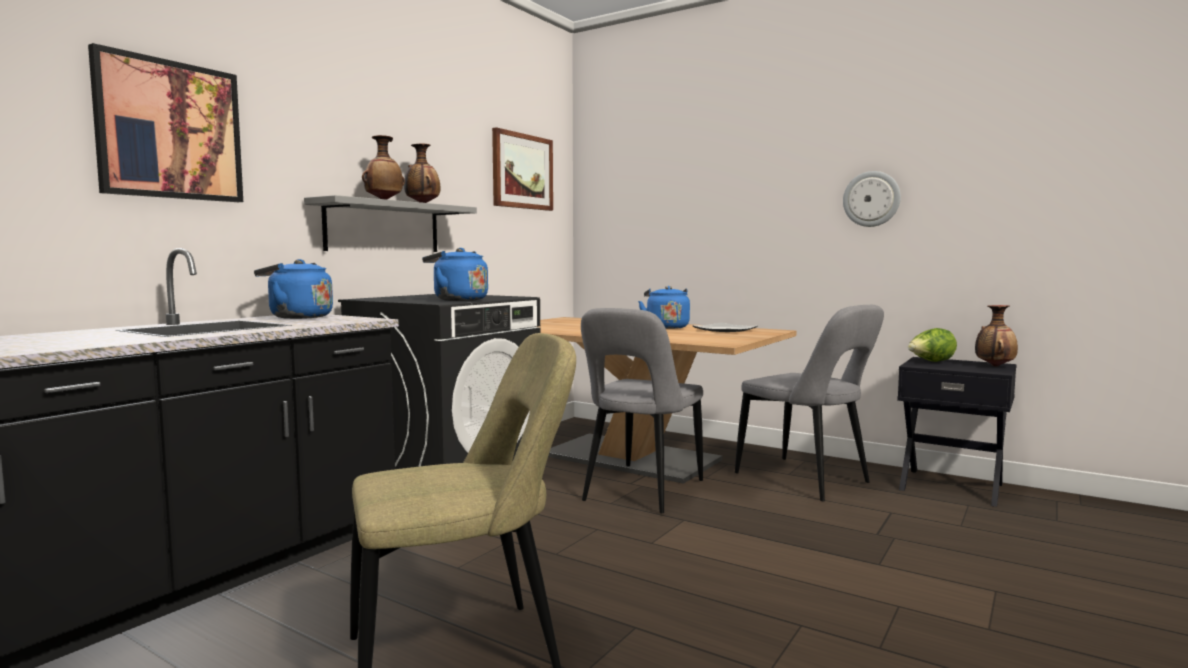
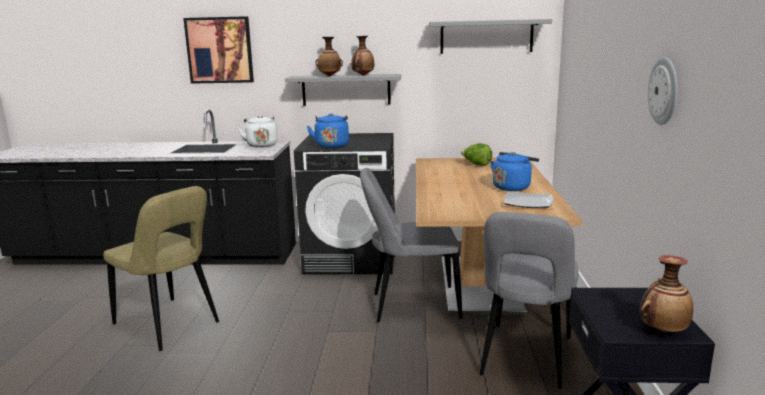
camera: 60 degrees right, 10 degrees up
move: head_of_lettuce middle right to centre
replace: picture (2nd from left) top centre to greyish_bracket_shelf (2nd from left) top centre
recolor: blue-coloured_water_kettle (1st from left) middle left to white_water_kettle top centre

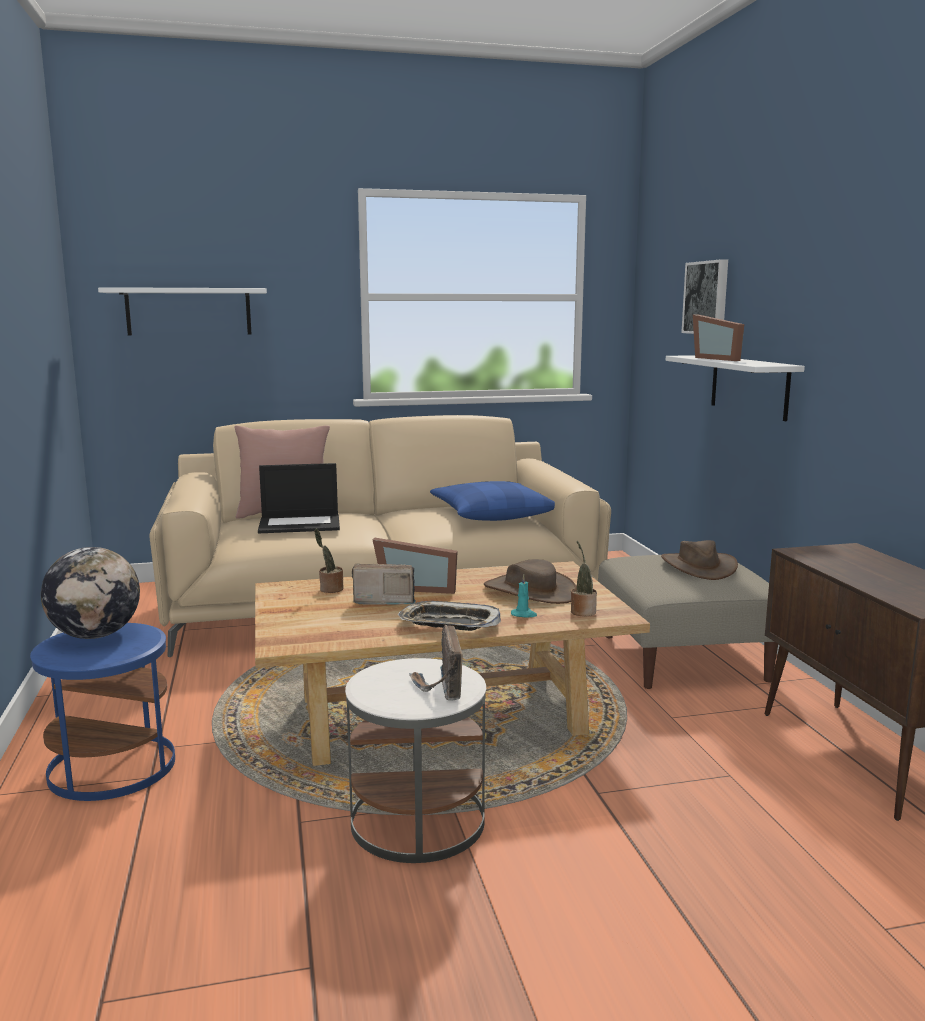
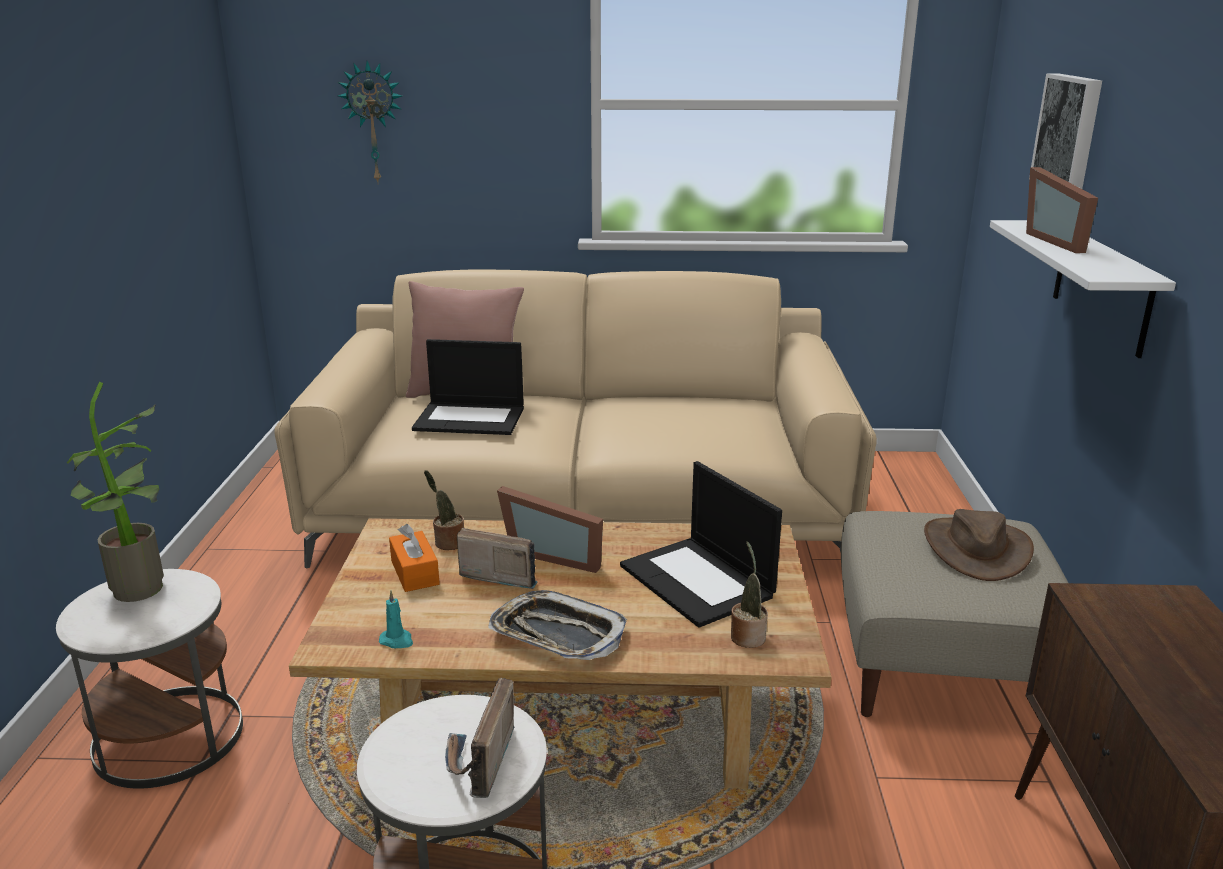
camera: 15 degrees right, 10 degrees up
delete: blue-coloured_pillow centre
insert: orange_box_of_tissues centre
move: blue-green_wax_light centre to bottom left
replace: globe middle left to plant_in_a_pot (1st from left) middle left; white_bracket_shelf (1st from left) top left to clock_on_the_wall top left; brown_hat (1st from left) centre to portable_computer (2nd from left) centre
recolor: blue-coloured_end_table bottom left to white_end_table (1st from left) bottom left

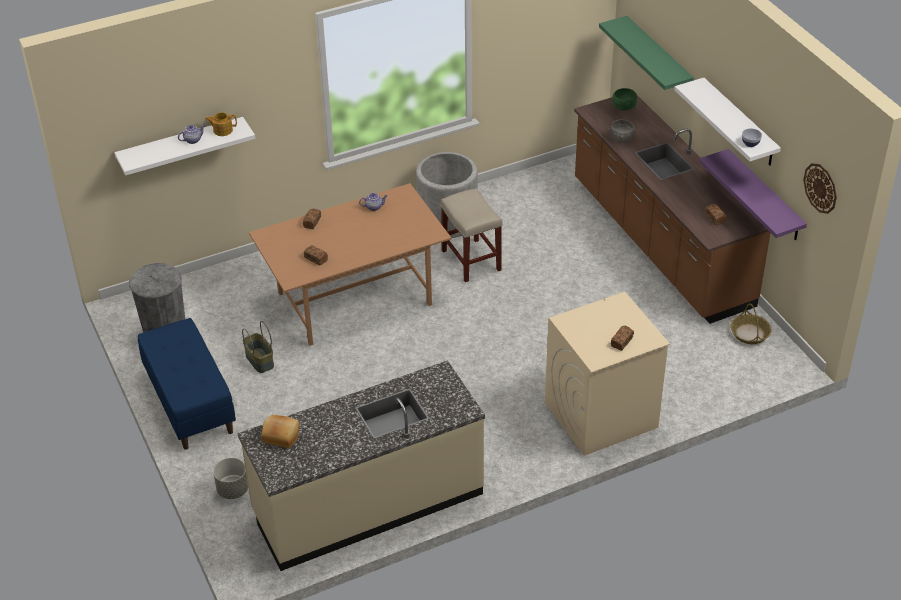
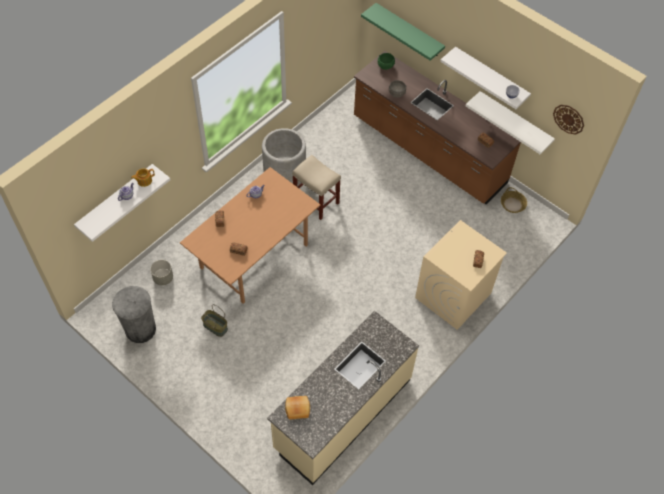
camera: 25 degrees left, 15 degrees up
delete: blue-coloured_long_seat middle left
move: greyish_flower_pot (1st from left) bottom left to middle left
recolor: purple_bracket_shelf top right to white_bracket_shelf (3rd from left) top right

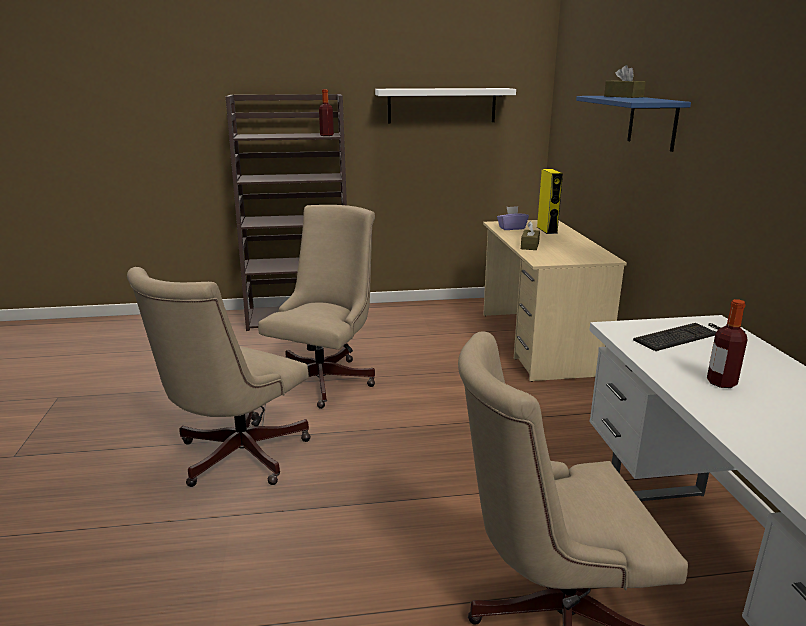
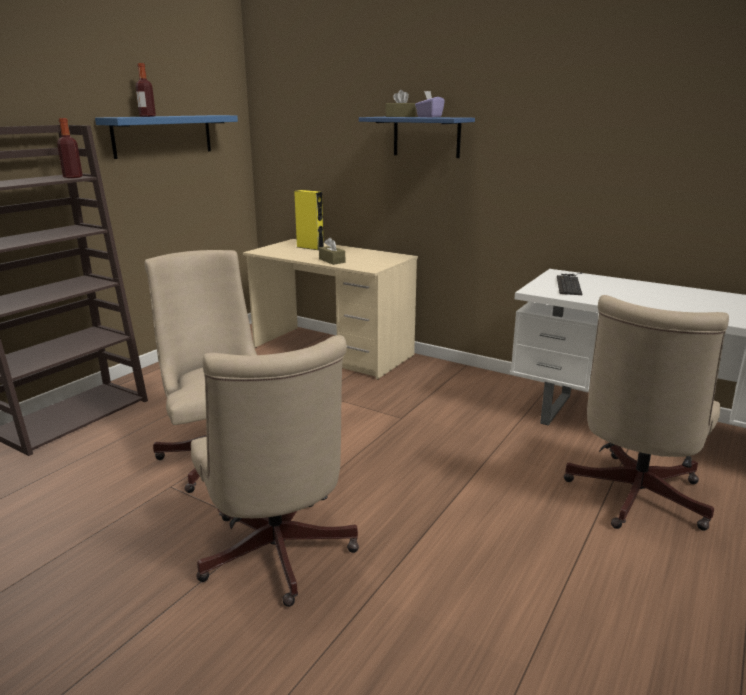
camera: 50 degrees left, 0 degrees up
move: purple_box_of_tissues centre to top centre; beverage_bottle (2nd from left) middle right to top left
recolor: white_bracket_shelf top centre to blue-coloured_bracket_shelf (1st from left) top left

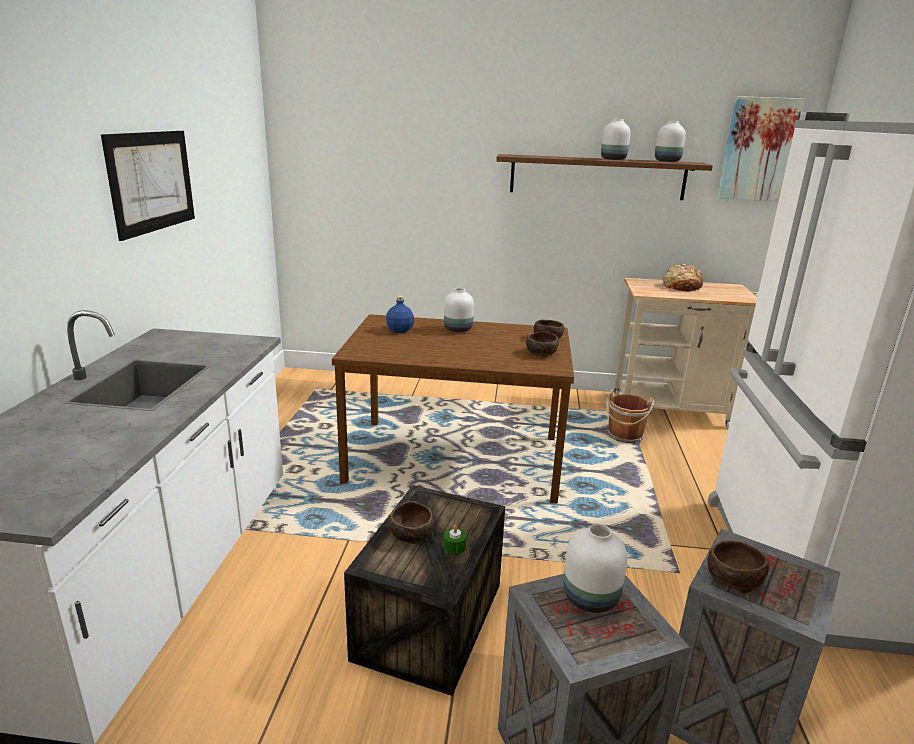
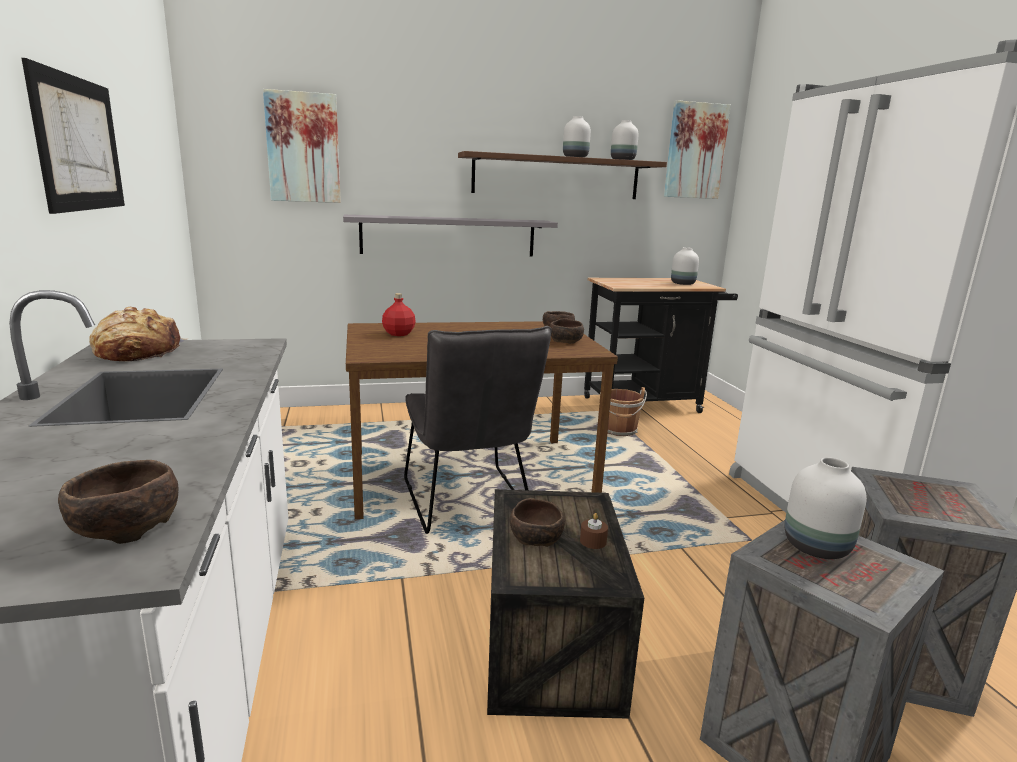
camera: 20 degrees left, 5 degrees down
insert: picture (2nd from left) top left; greyish_bracket_shelf top centre; greyish_plain_chair centre
move: white_decorative_vase (1st from left in the first image) centre to white_decorative_vase (3rd from left) middle right; bread middle right to middle left; brown_deep_dish (4th from left in the first image) bottom right to brown_deep_dish (1st from left) middle left
recolor: blue-coloured_beverage_bottle centre to red-coloured_beverage_bottle centre; greenish_wax_light bottom centre to brown_wax_light bottom centre; sand-coloured_trolley middle right to black_trolley centre

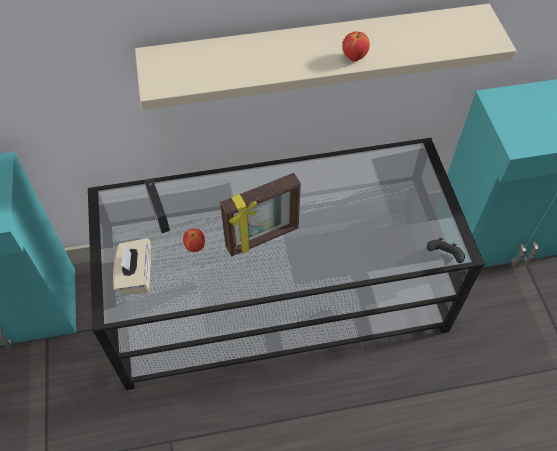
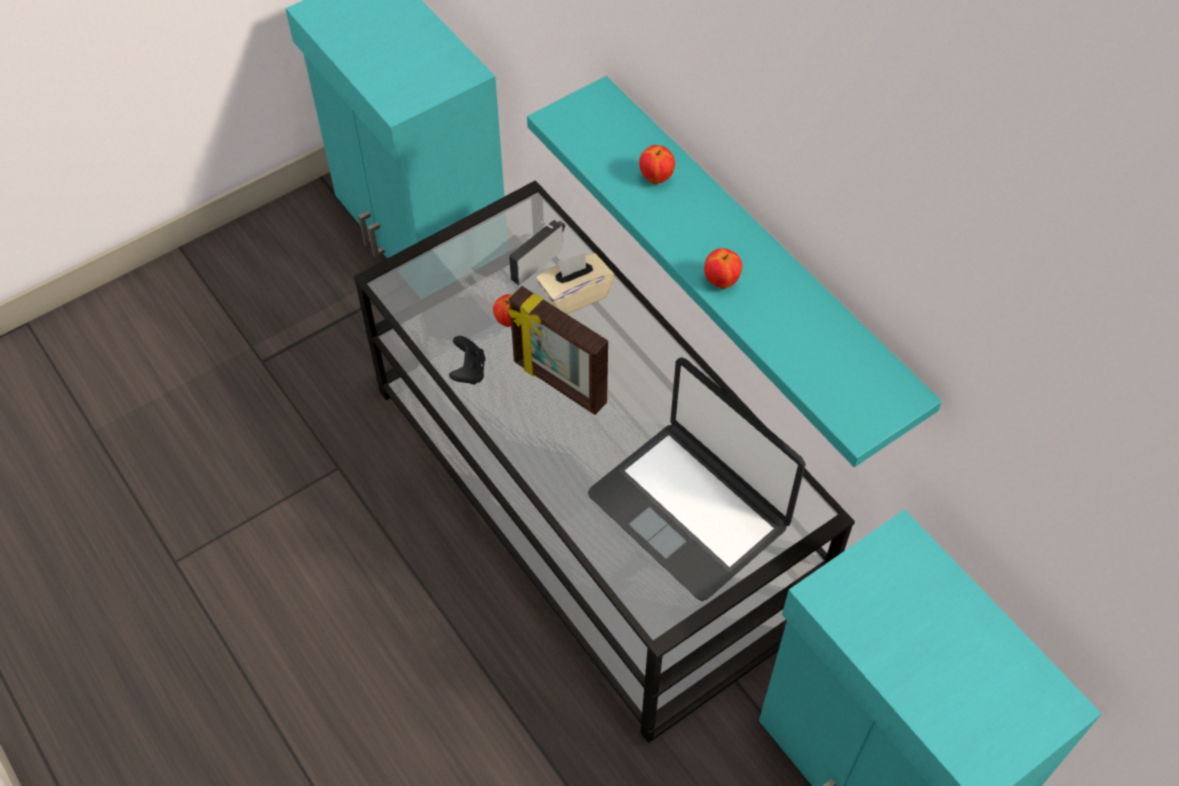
camera: 65 degrees right, 0 degrees up
insert: portable_computer centre; apple_fruit (2nd from left) top centre
move: sand-coloured_box_of_tissues middle left to centre; black_game_controller middle right to centre
recolor: sand-coloured_bracket_shelf top centre to blue-green_bracket_shelf centre

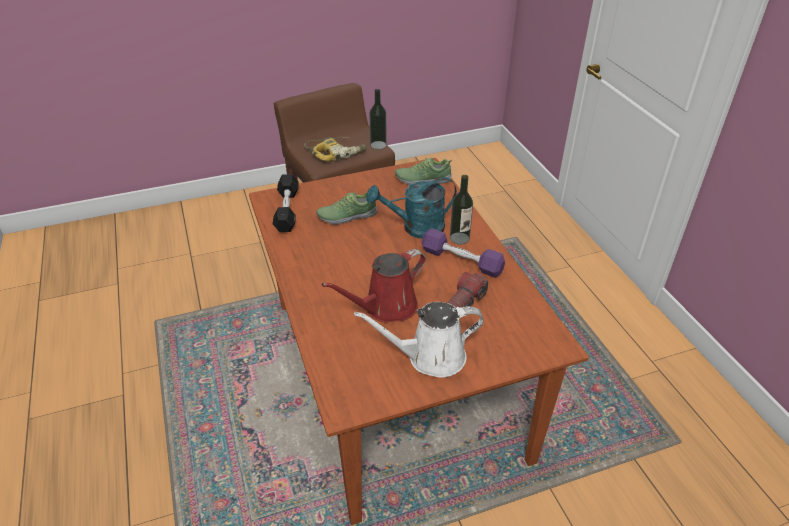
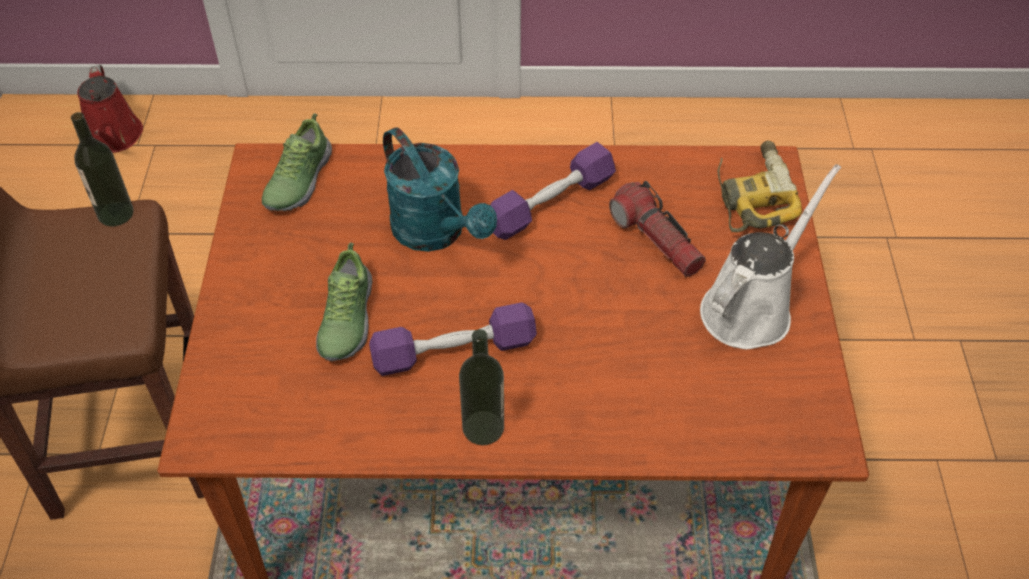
camera: 70 degrees left, 10 degrees up
delete: black_dumbbell centre
insert: purple_dumbbell (1st from left) centre
move: electric_drill top centre to top right; red-coloured_watering_pot centre to top left; beverage_bottle (2nd from left) centre to bottom centre
rotate: white_watering_pot centre = middle right 150 degrees counterclockwise; blue-green_watering_pot centre = top centre 45 degrees counterclockwise

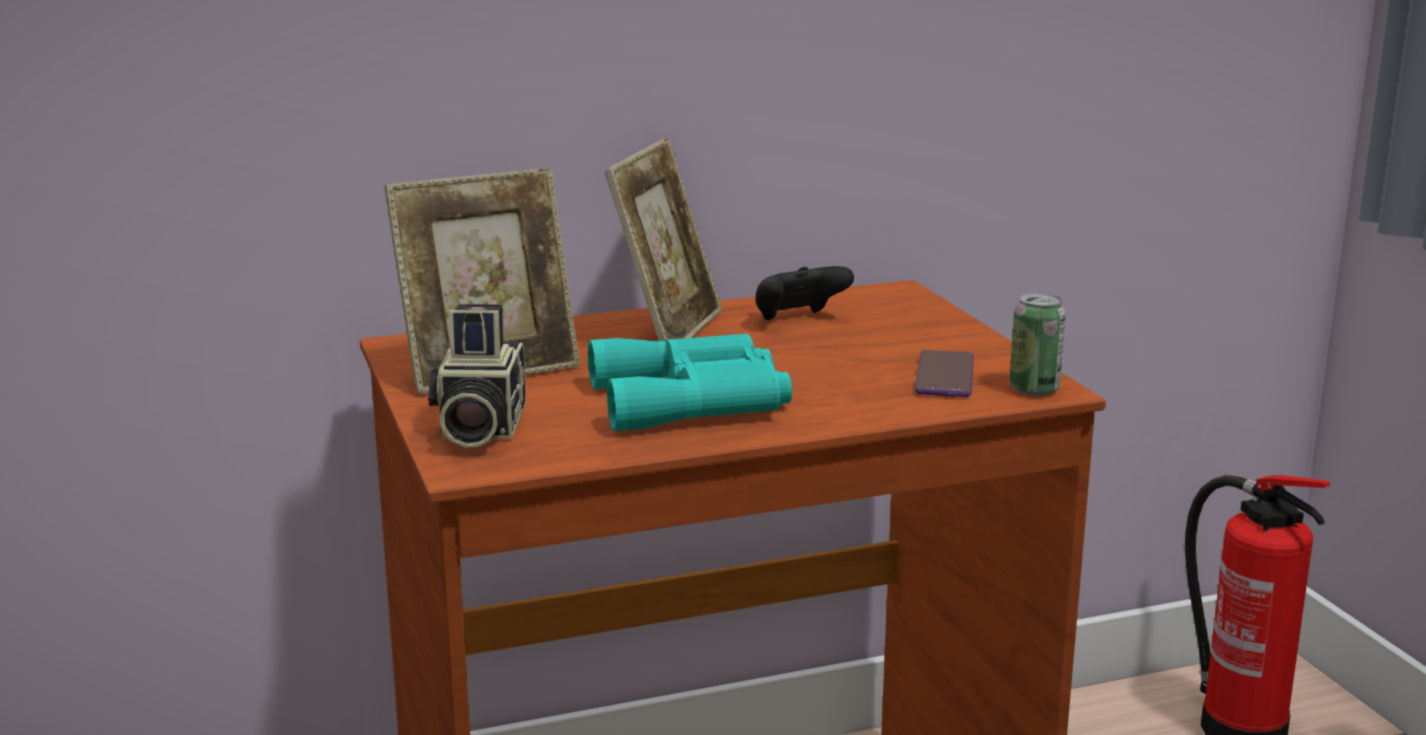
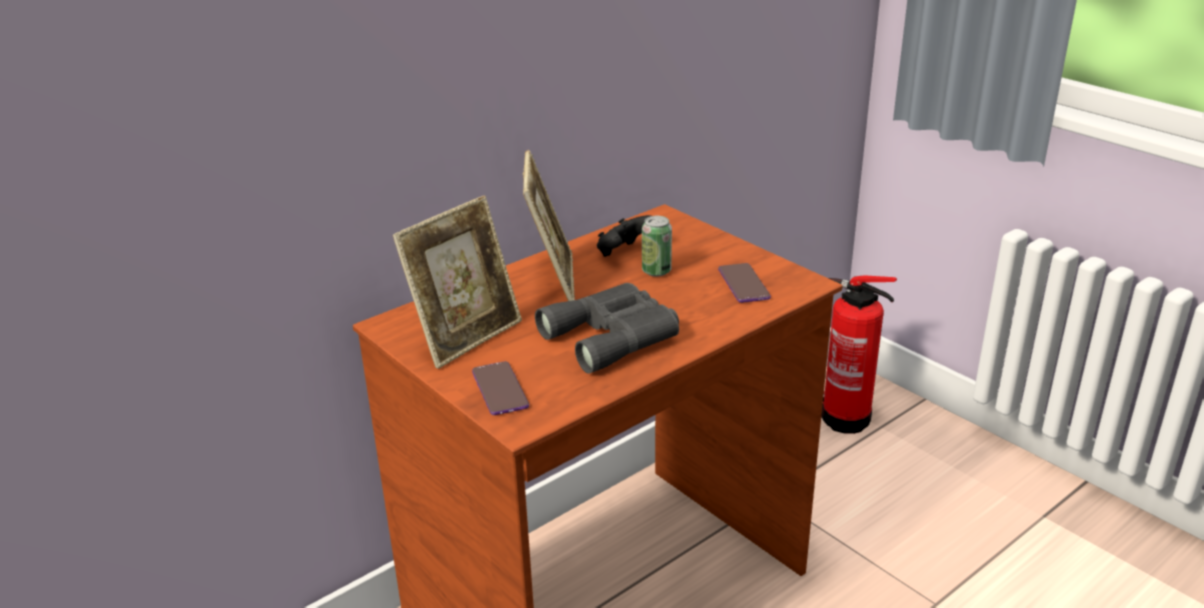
camera: 20 degrees left, 10 degrees up
move: sealed_can middle right to centre
replace: still_camera centre to telephone (1st from left) centre
recolor: blue-green_pair_of_binoculars centre to greyish_pair_of_binoculars centre

